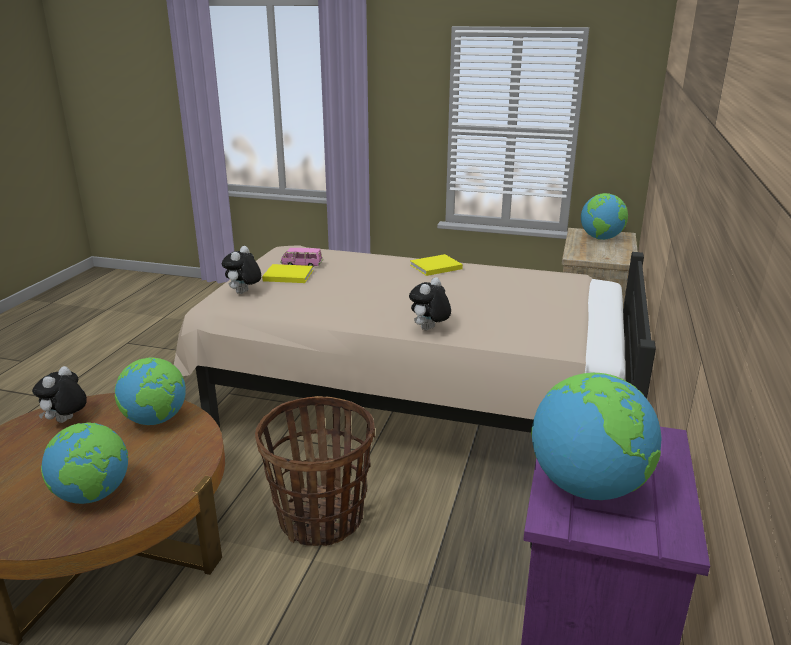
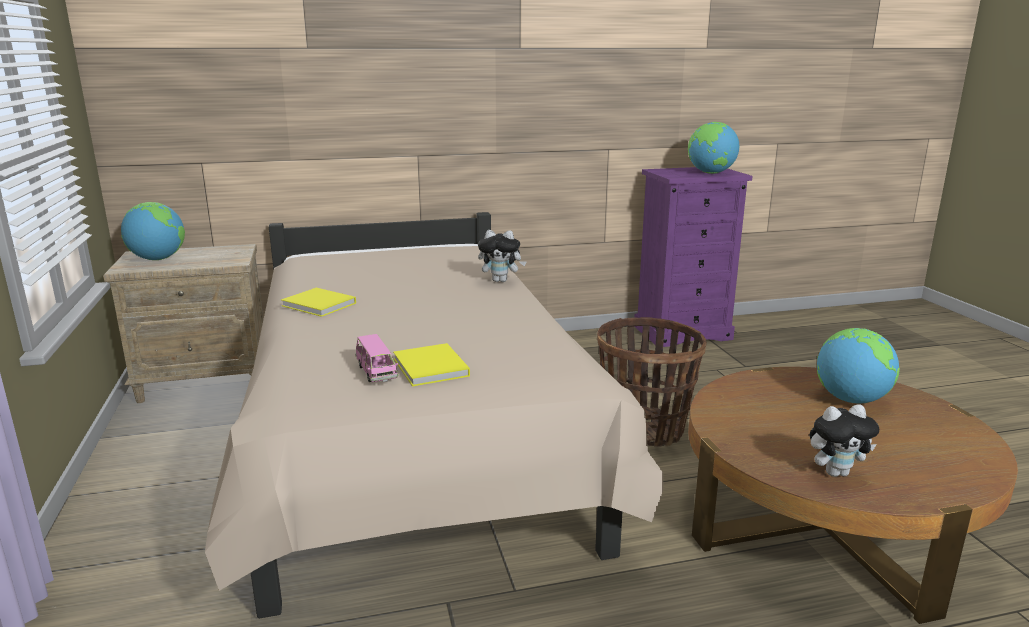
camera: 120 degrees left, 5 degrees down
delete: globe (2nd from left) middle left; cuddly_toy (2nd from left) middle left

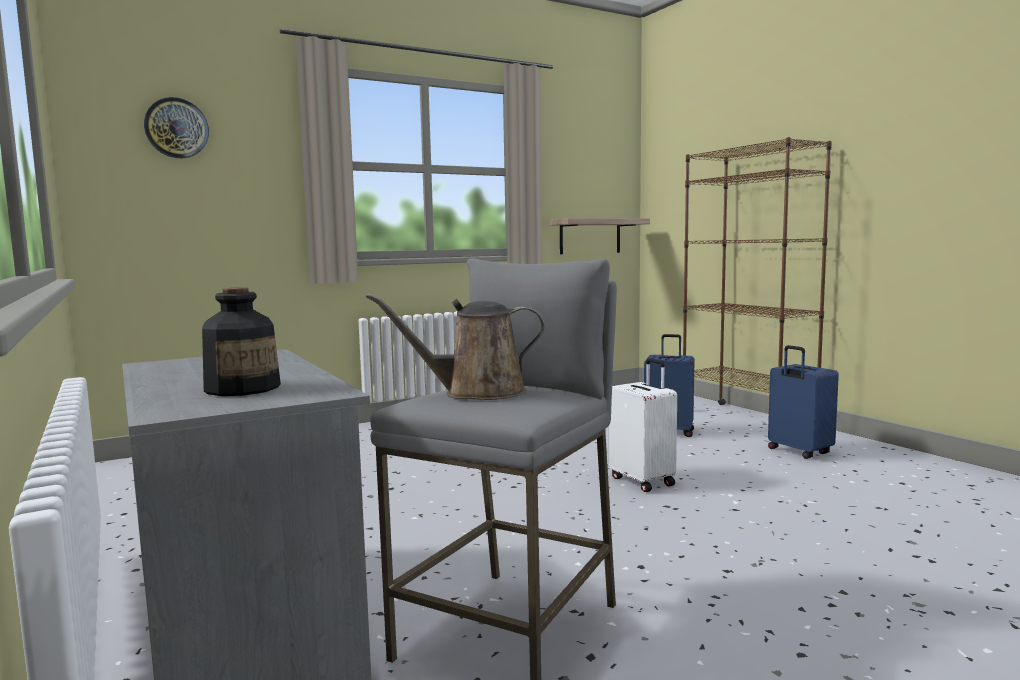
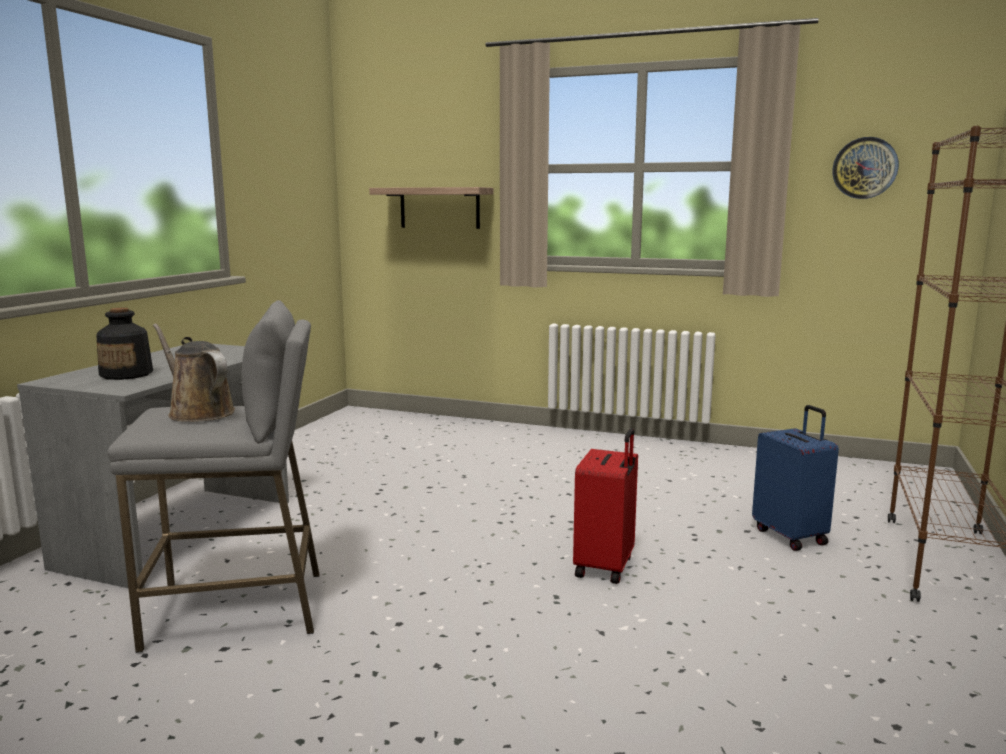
camera: 50 degrees right, 5 degrees up
delete: blue-coloured_travel_case (2nd from left) middle right
move: clock_on_the_wall top left to top right; bracket_shelf centre to top centre
recolor: white_travel_case centre to red-coloured_travel_case bottom centre

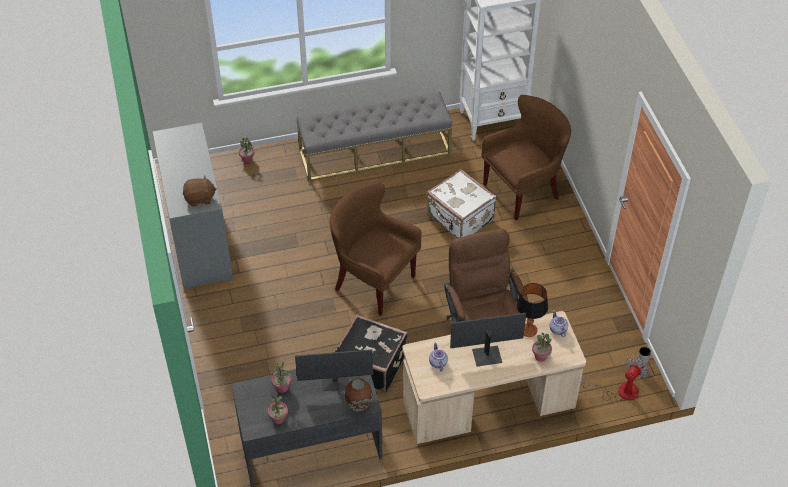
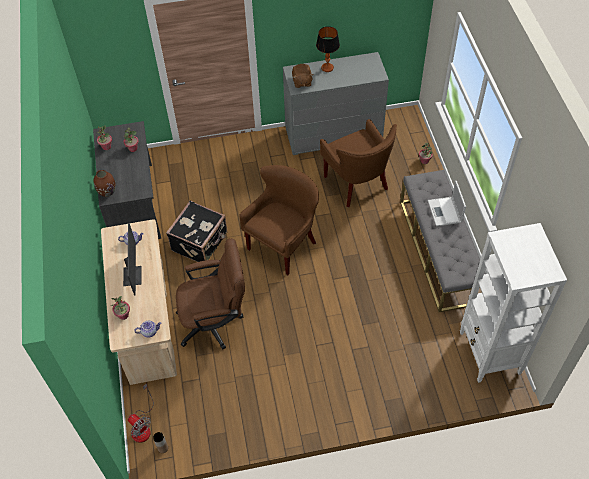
camera: 95 degrees right, 5 degrees up
delete: computer_display (1st from left) bottom centre; white_travel_case centre
insert: portable_computer middle right
move: brown_easy_chair (2nd from left) top right to centre; table_lamp middle right to top centre

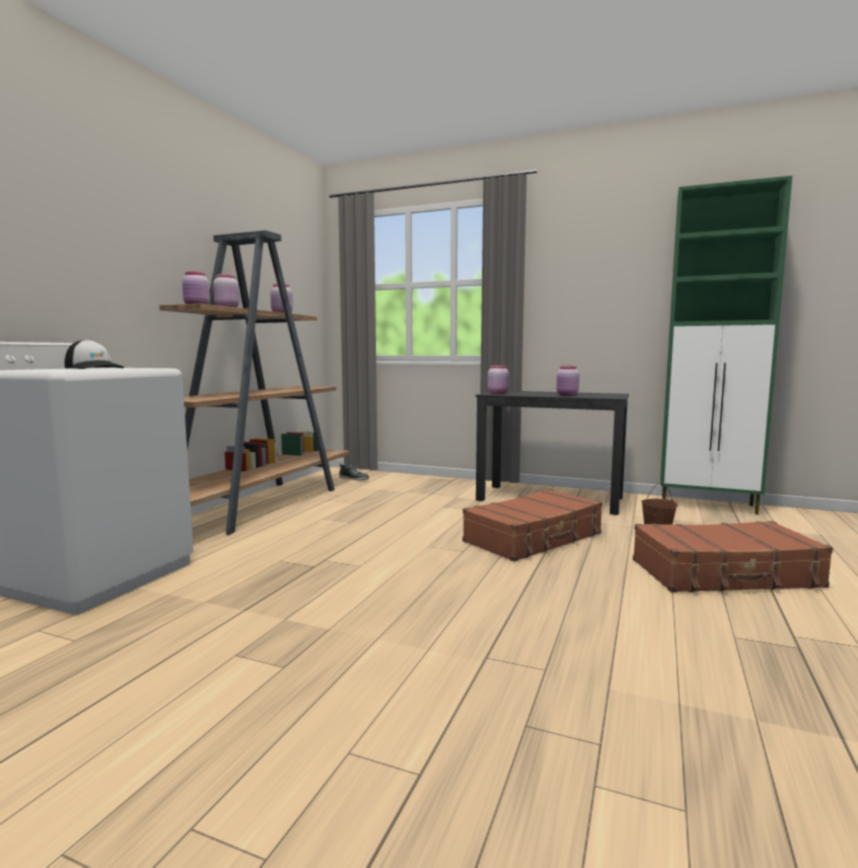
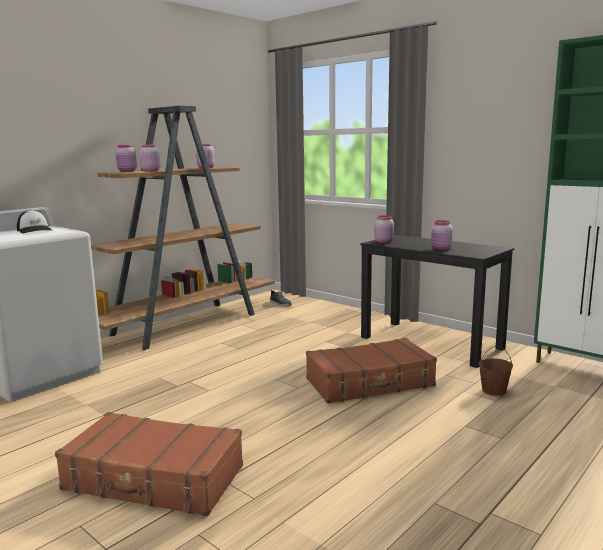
camera: 20 degrees right, 5 degrees up
move: brown_travel_case (2nd from left in the first image) middle right to brown_travel_case (1st from left) bottom left

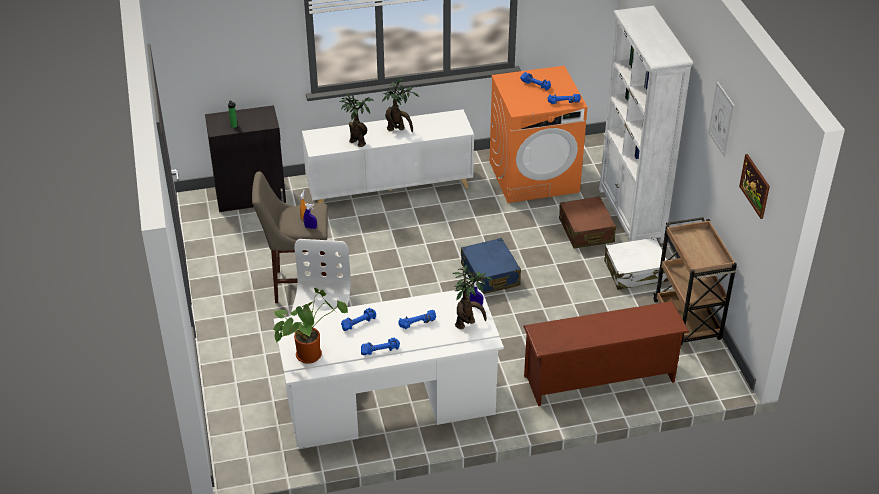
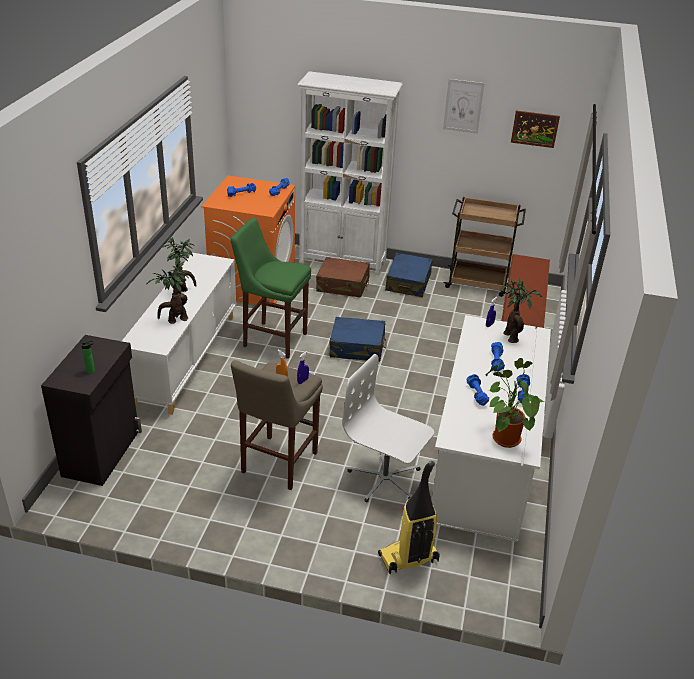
camera: 65 degrees left, 5 degrees down
insert: greenish_stool centre; vacuum_cleaner bottom centre
recolor: white_travel_case middle right to blue-coloured_travel_case (2nd from left) centre

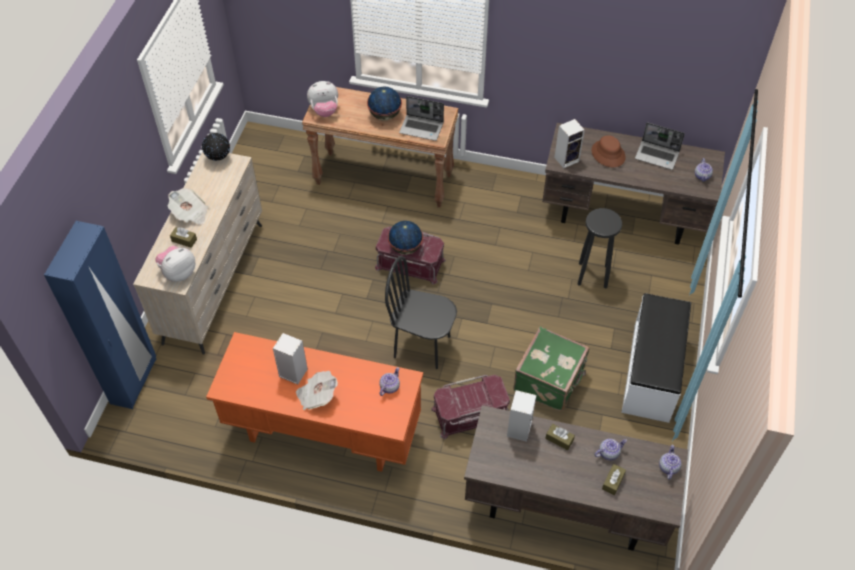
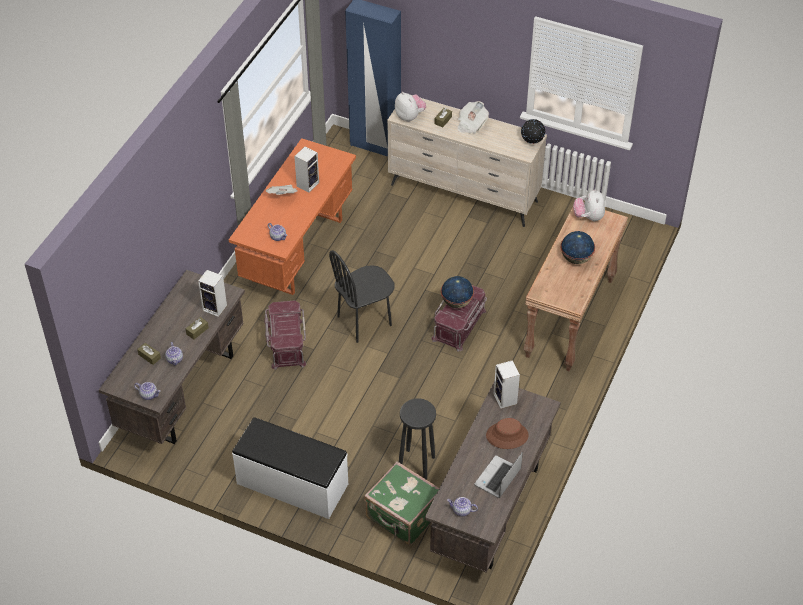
camera: 100 degrees right, 5 degrees down
delete: portable_computer (1st from left) top centre
move: greenish_travel_case centre to bottom centre
rotate: black_plain_chair centre = centre 150 degrees counterclockwise

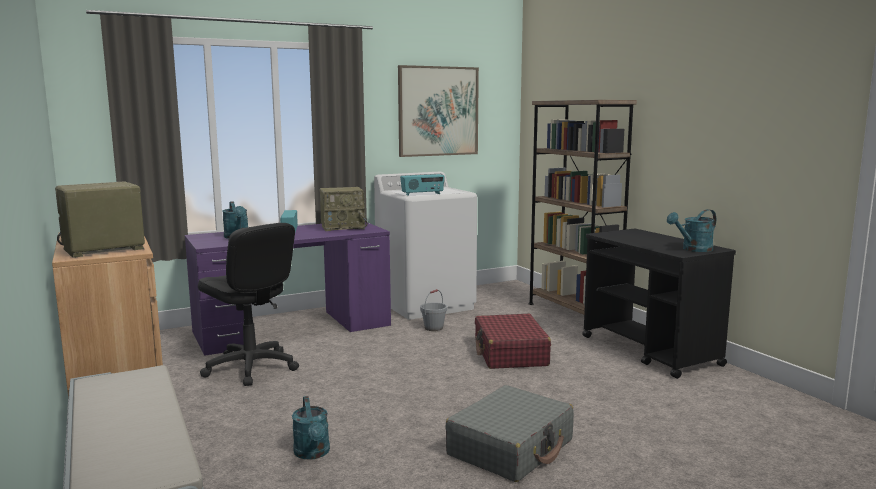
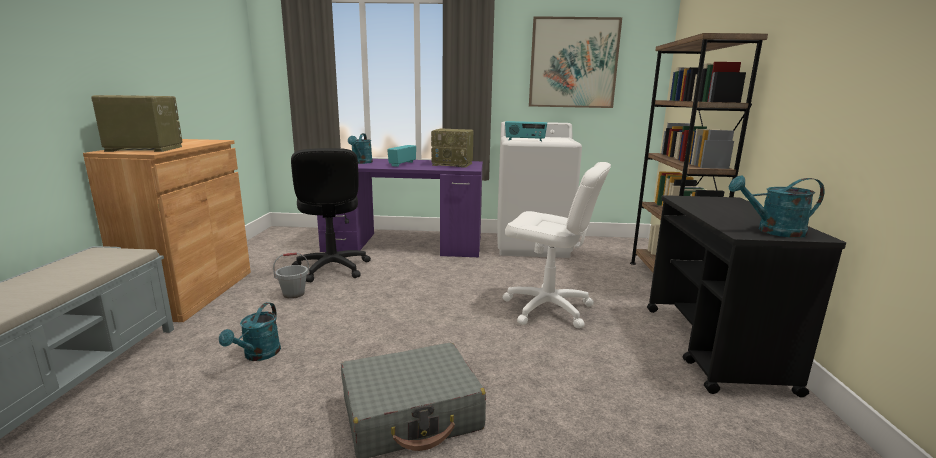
camera: 30 degrees right, 5 degrees up
move: greyish_pail centre to middle left
replace: red-coloured_travel_case bottom centre to white_desk_chair centre

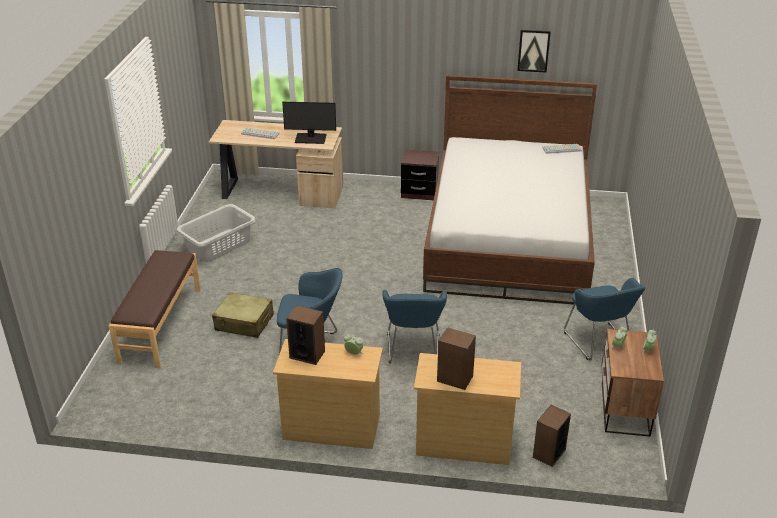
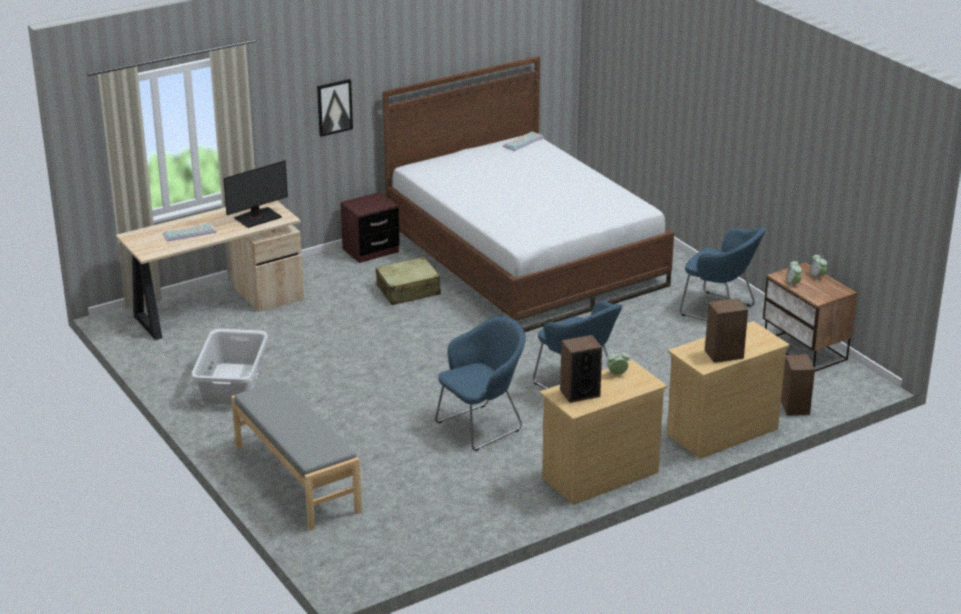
camera: 40 degrees left, 5 degrees down
move: sand-coloured_travel_case middle left to centre; picture top right to top centre
recolor: brown_long_seat middle left to greyish_long_seat bottom left

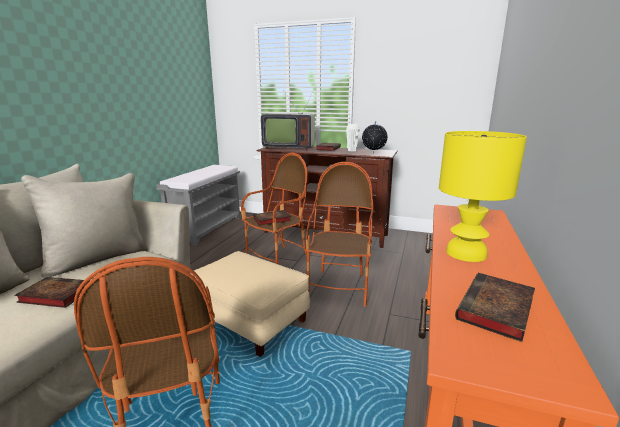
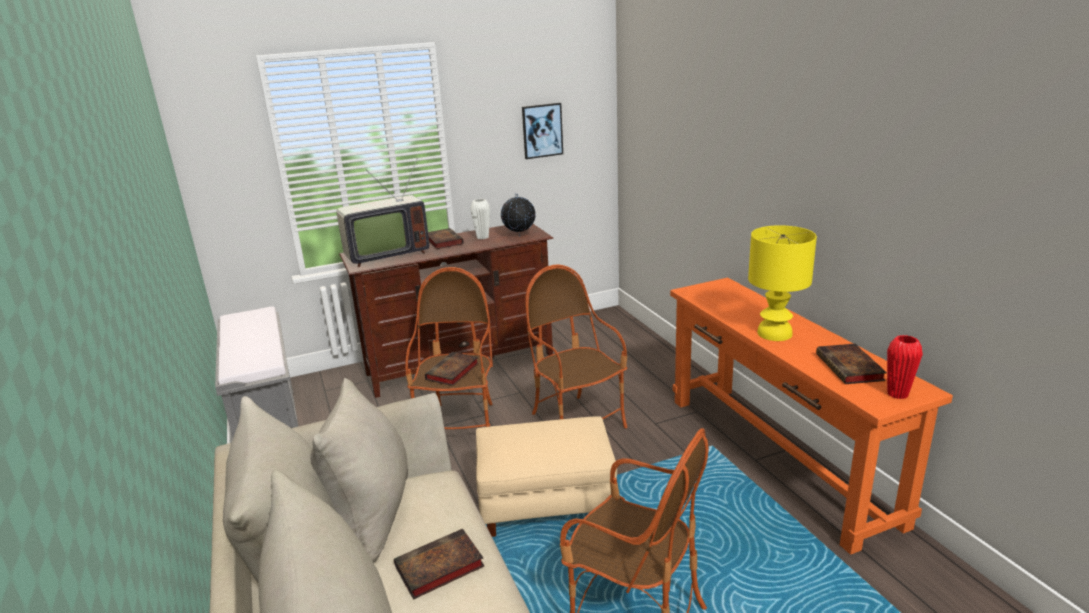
camera: 40 degrees left, 5 degrees up
insert: picture top centre; red-coloured_decorative_vase middle right

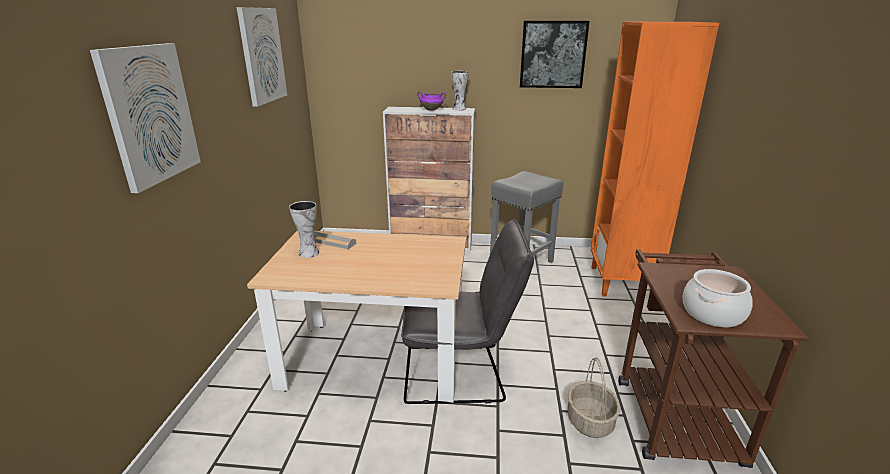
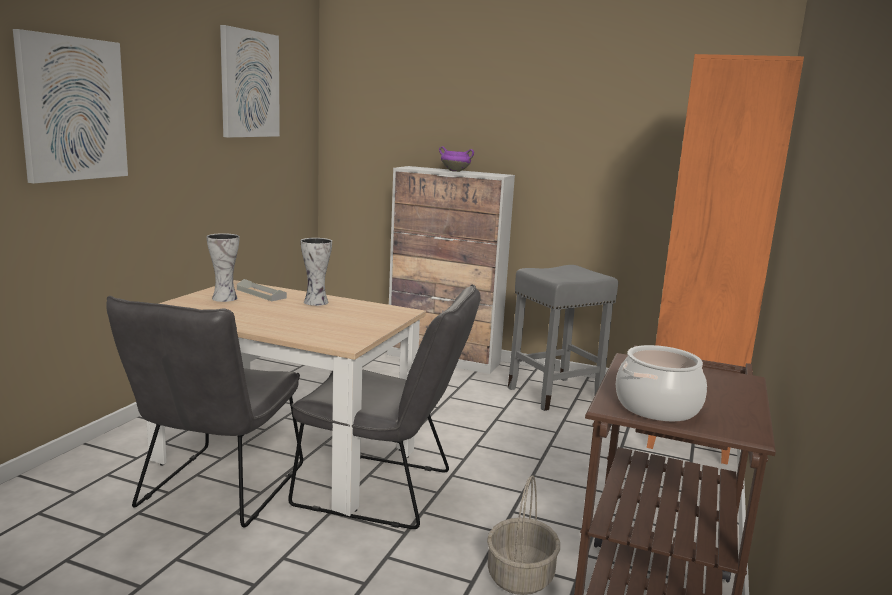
camera: 15 degrees right, 10 degrees down
delete: picture (3rd from left) top centre
insert: greyish_plain_chair (1st from left) bottom left
move: decorative_vase (2nd from left) top centre to centre

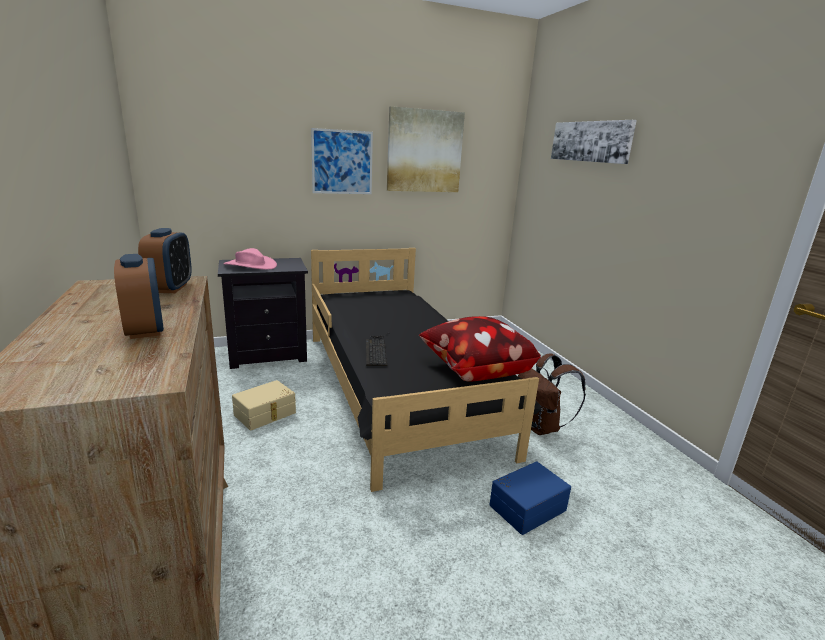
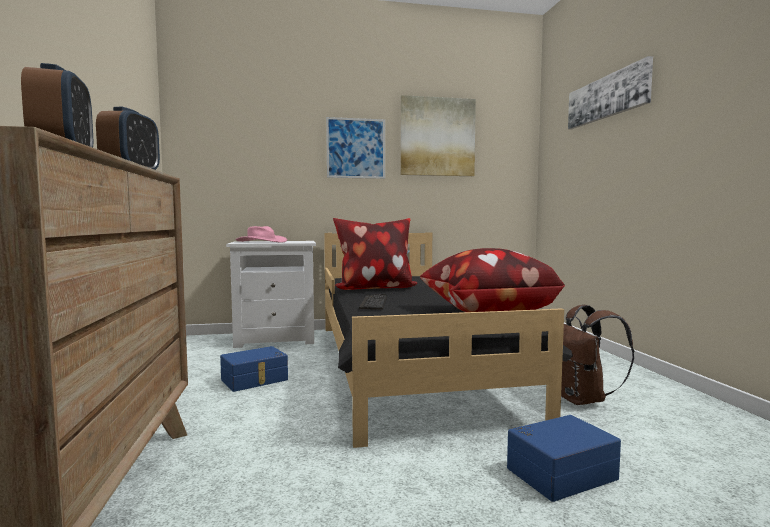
camera: 10 degrees right, 15 degrees down
insert: pillow (1st from left) centre
recolor: black_night_table middle left to white_night_table centre; sand-coloured_storage_box middle left to blue-coloured_storage_box (1st from left) bottom left

